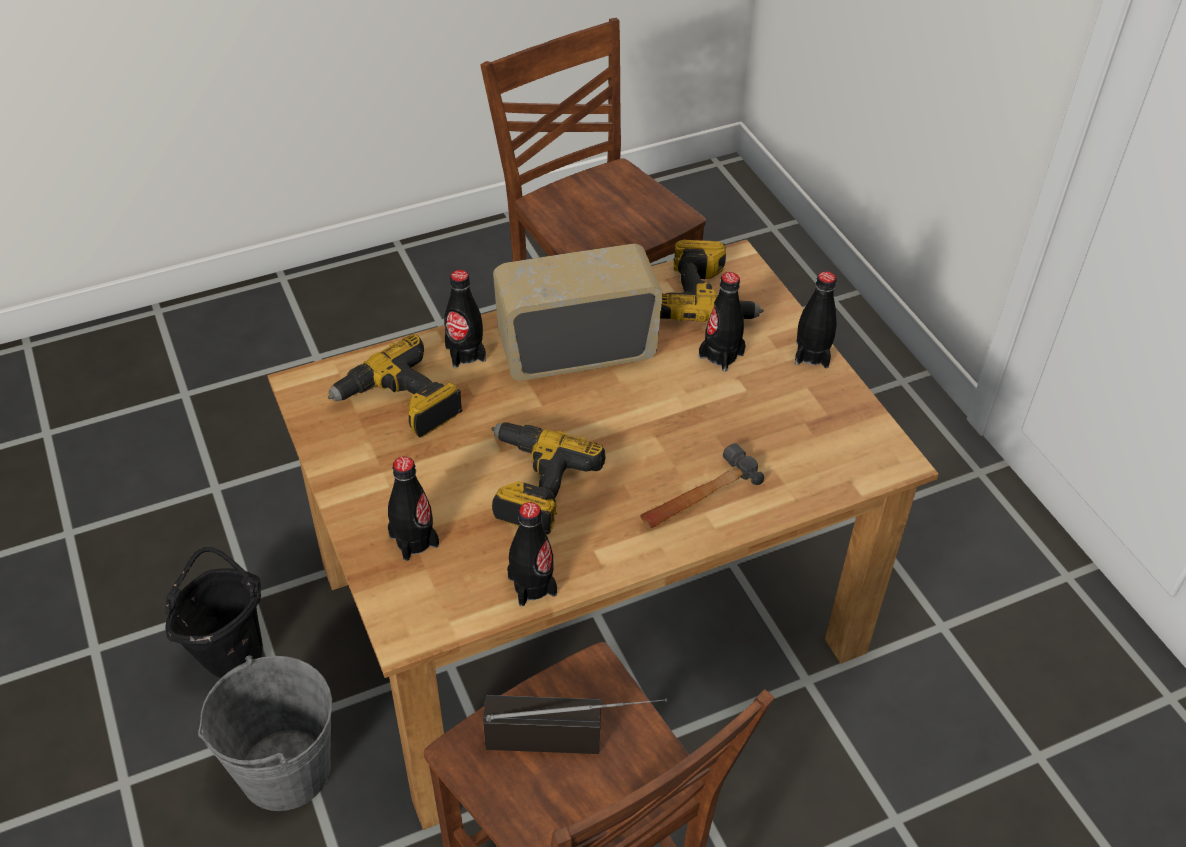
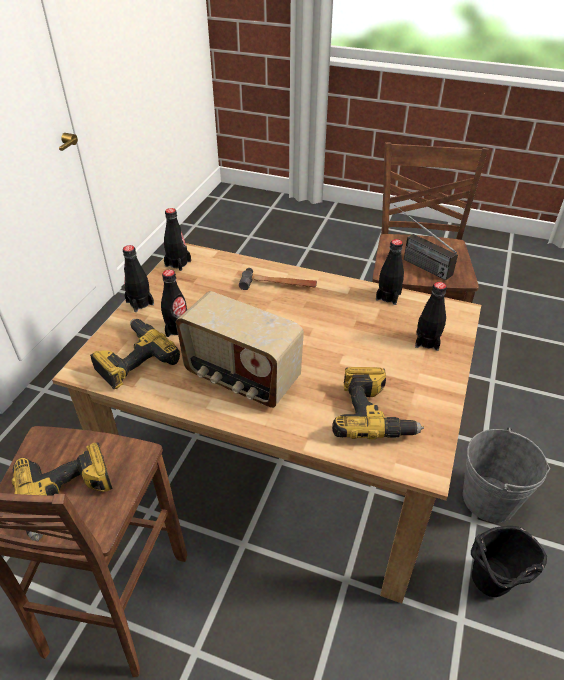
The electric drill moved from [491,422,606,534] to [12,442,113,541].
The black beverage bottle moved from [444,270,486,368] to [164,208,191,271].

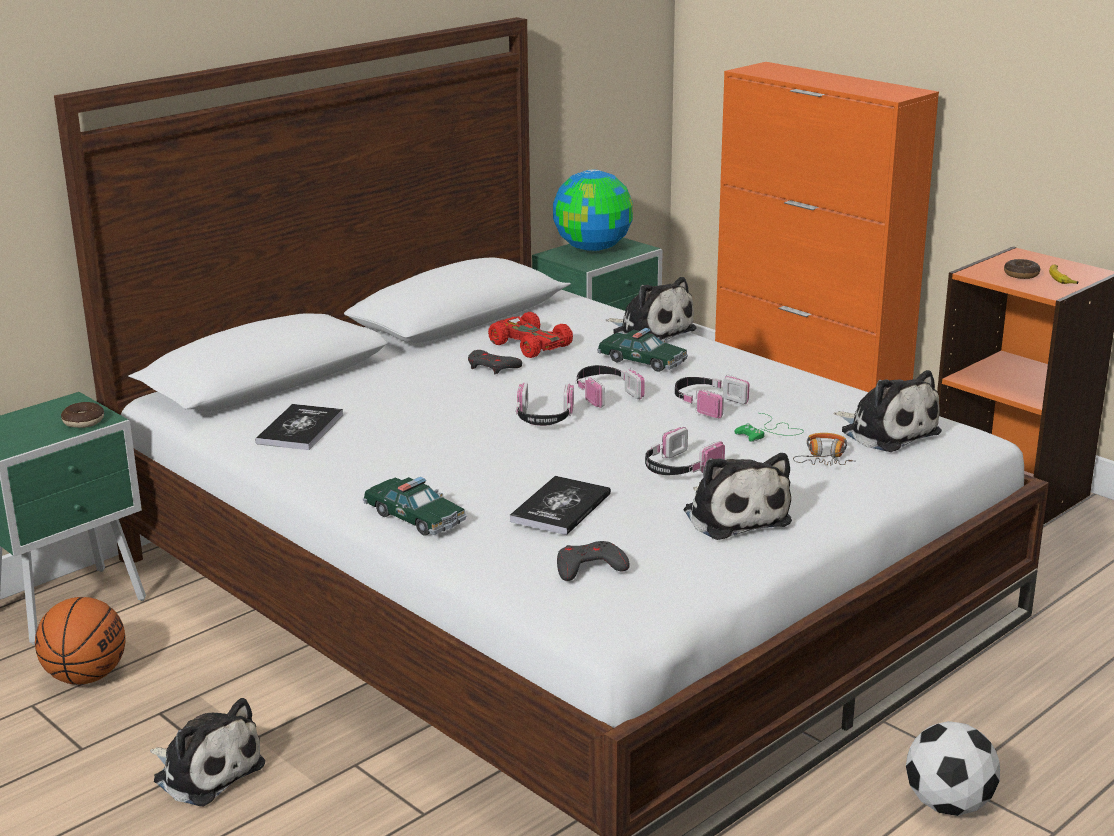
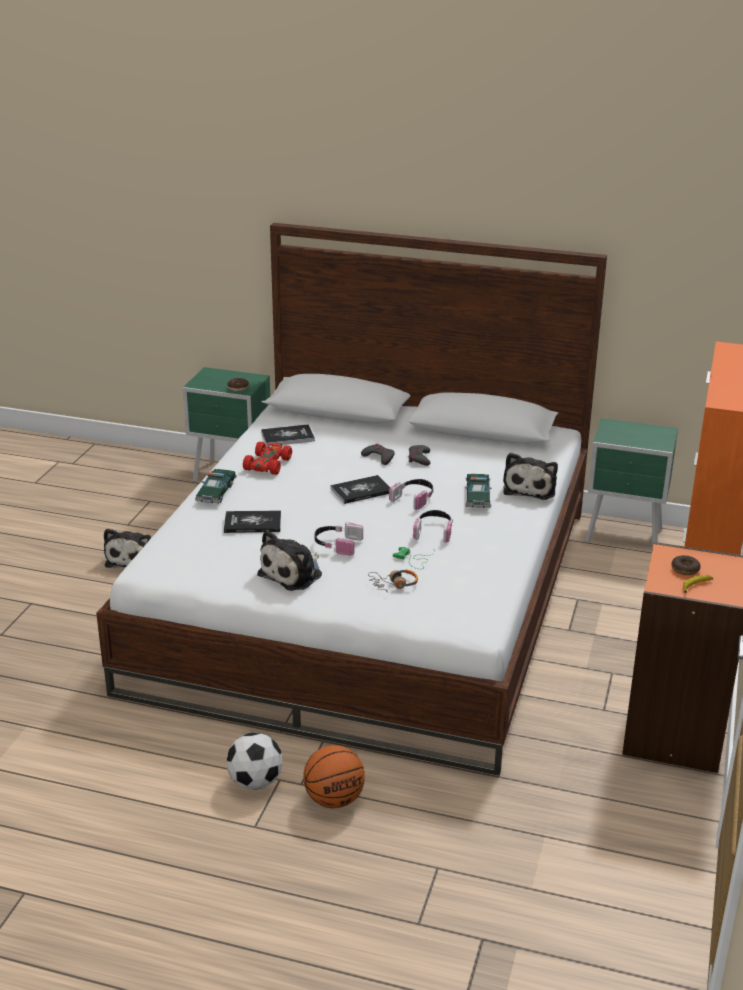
The red miniature car moved from [488,312,573,358] to [242,442,292,475].
The basketball moved from [35,597,126,684] to [303,745,365,808].
The headset at [516,383,574,426] was replaced by the bound book at [330,475,391,504].
The greyish game controller moved from [557,541,630,581] to [361,444,395,465].
The desk globe at [553,170,633,251] disappeared.
The plush toy at [834,370,942,452] disappeared.

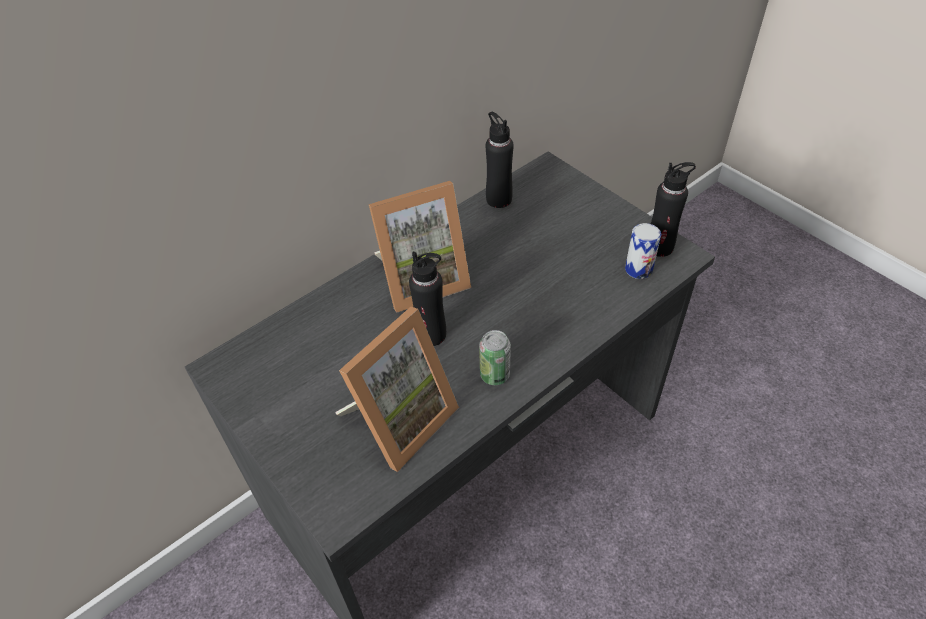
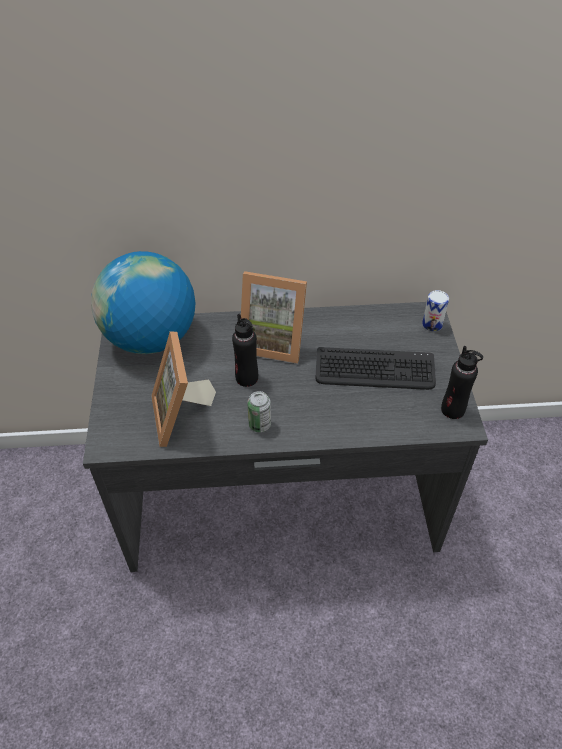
The desk globe at [91,251,196,354] appeared.
The photo frame at [335,307,459,472] turned 90 degrees clockwise.
The PC keyboard at [315,347,436,390] appeared.
The sealed can moved from [625,223,661,279] to [422,290,449,332].
The black beverage bottle at [486,112,514,208] disappeared.

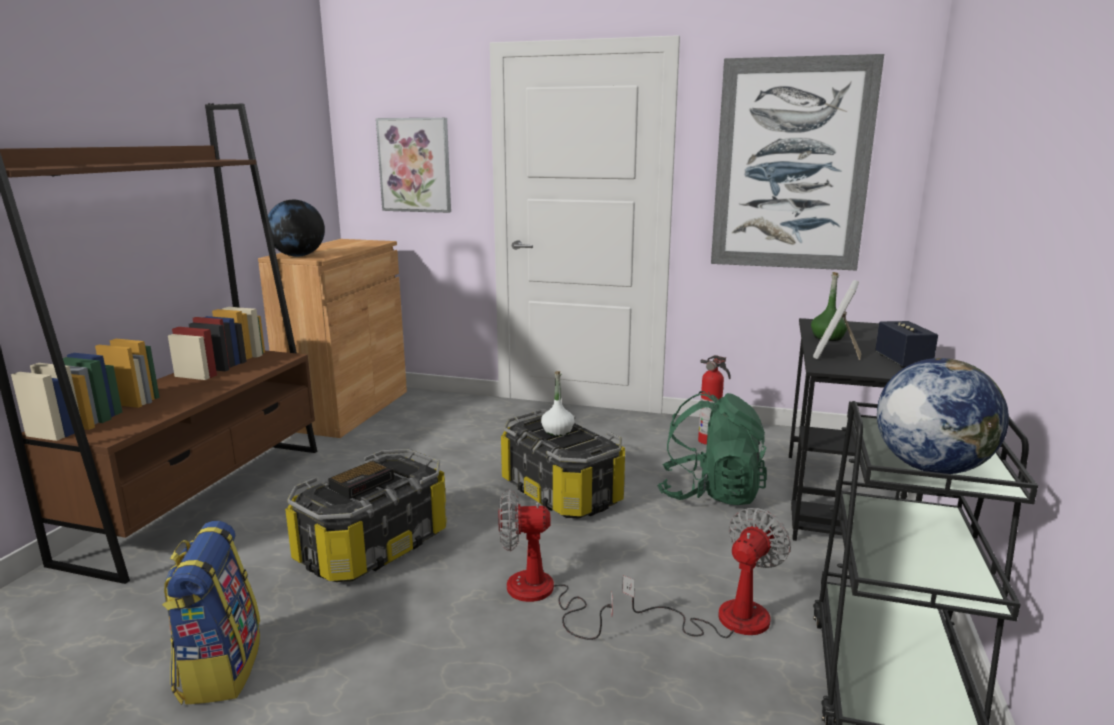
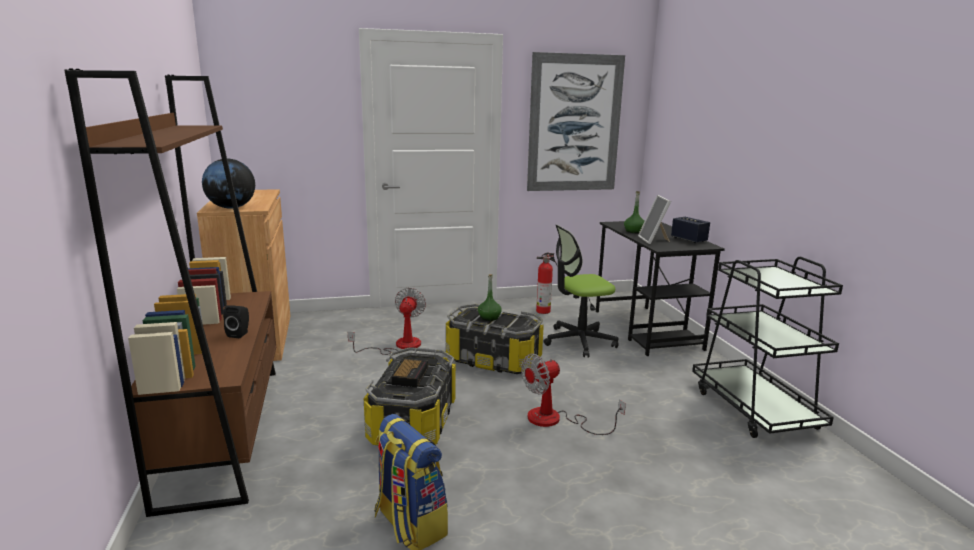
The black speaker at [223,305,249,338] appeared.
The electric fan moved from [622,508,791,638] to [348,287,426,355].
The white beverage bottle at [541,371,574,436] became the green-coloured beverage bottle at [478,274,502,321].
The green-coloured backpack at [657,391,767,505] was replaced by the desk chair at [543,225,619,357].
The wall picture at [376,118,451,213] disappeared.
The desk globe at [877,358,1009,474] disappeared.

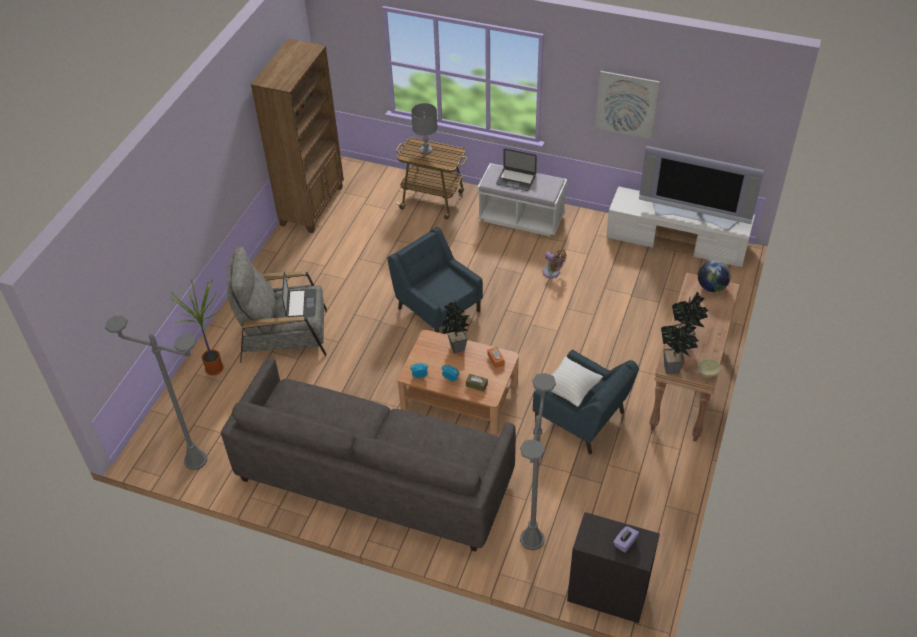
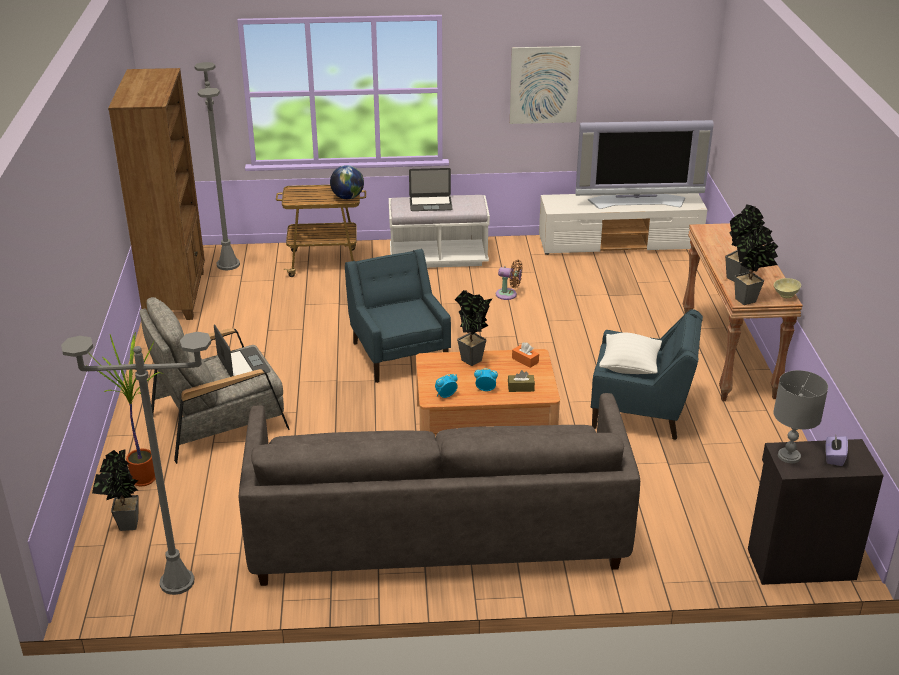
The plant in a pot at [92,449,139,531] appeared.
The greyish standing lamp moved from [520,373,556,550] to [194,62,240,270].
The desk globe moved from [698,260,731,292] to [330,165,364,199].
The blue-coloured easy chair at [387,227,483,333] turned 45 degrees clockwise.
The greyish table lamp moved from [411,103,438,154] to [773,370,828,463].

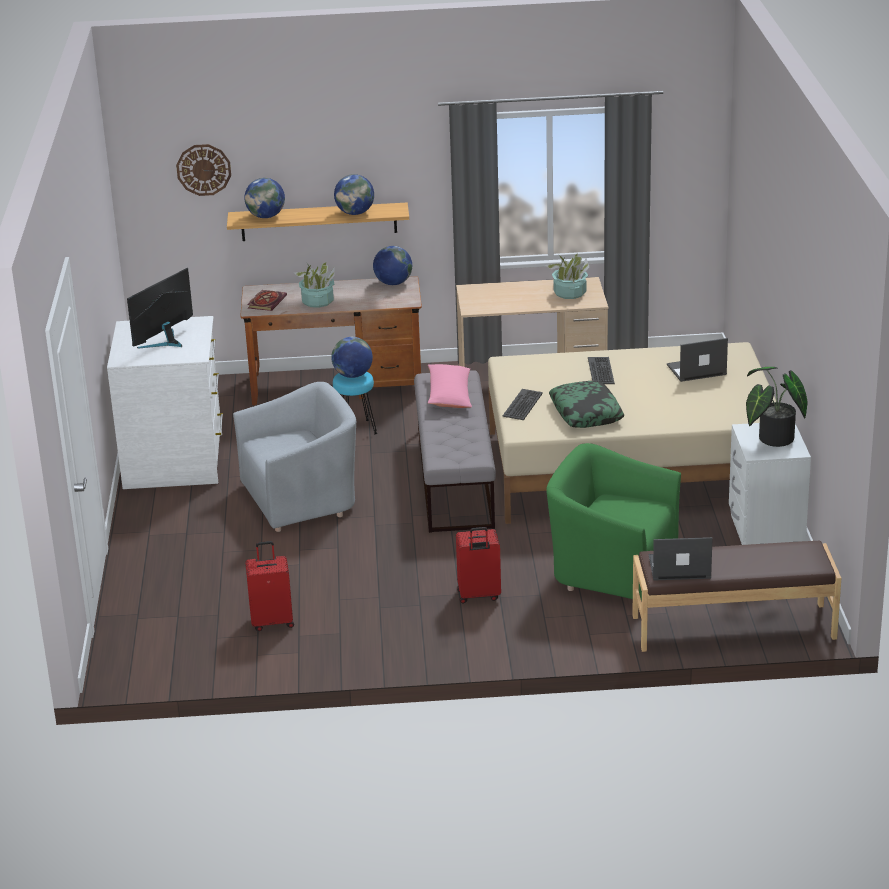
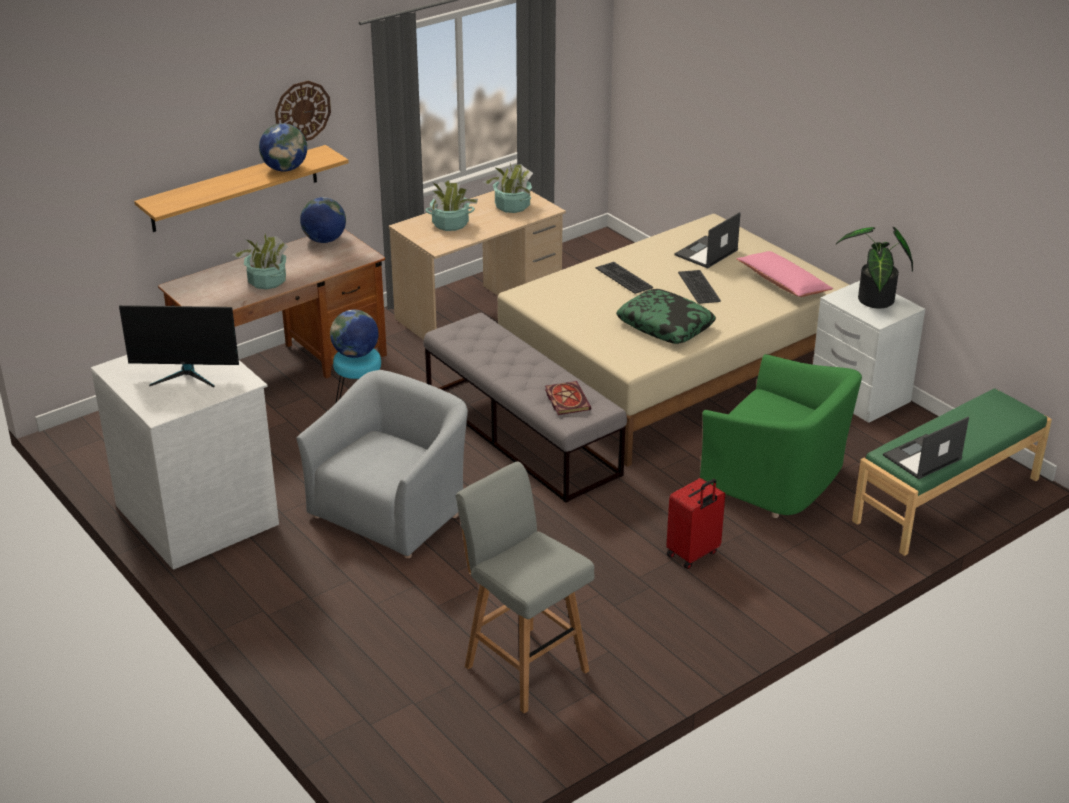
The computer display at [127,268,193,349] turned 90 degrees counterclockwise.
The wall clock moved from [176,144,231,196] to [275,81,331,141].
The plant in a pot at [425,180,478,231] appeared.
The red suitcase at [245,541,294,631] was replaced by the greyish sitting stool at [456,462,594,713].
The bound book moved from [248,290,287,311] to [545,381,591,415].
The PC keyboard moved from [503,389,543,420] to [678,270,721,304].
The green-coloured easy chair at [546,443,681,601] turned 135 degrees counterclockwise.
The pink-coloured throw pillow moved from [428,364,472,408] to [736,251,833,297].
The brown bench at [632,541,841,652] became the green-coloured bench at [852,389,1052,556].
The desk globe at [244,178,285,218] disappeared.

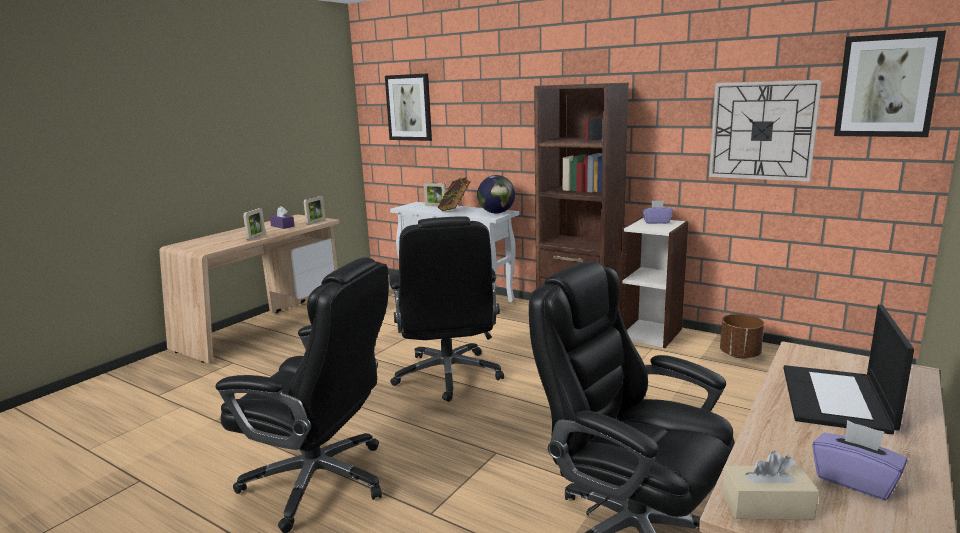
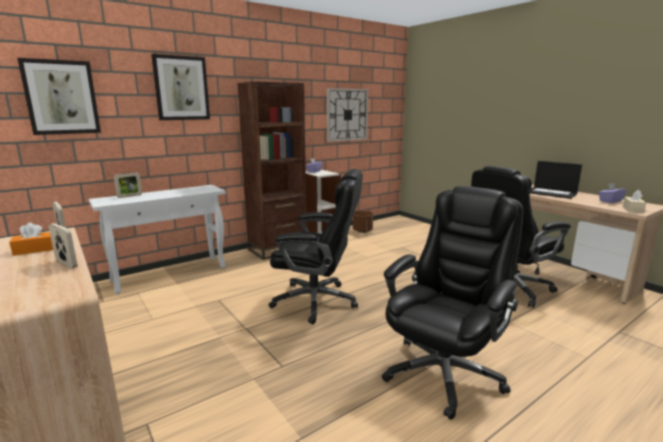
The purple-coloured tissue box at [270,206,295,229] became the orange tissue box at [9,223,53,256].
The wall picture moved from [834,31,946,137] to [151,54,210,120].
The bound book at [438,177,471,211] disappeared.
The desk globe at [477,175,515,213] disappeared.

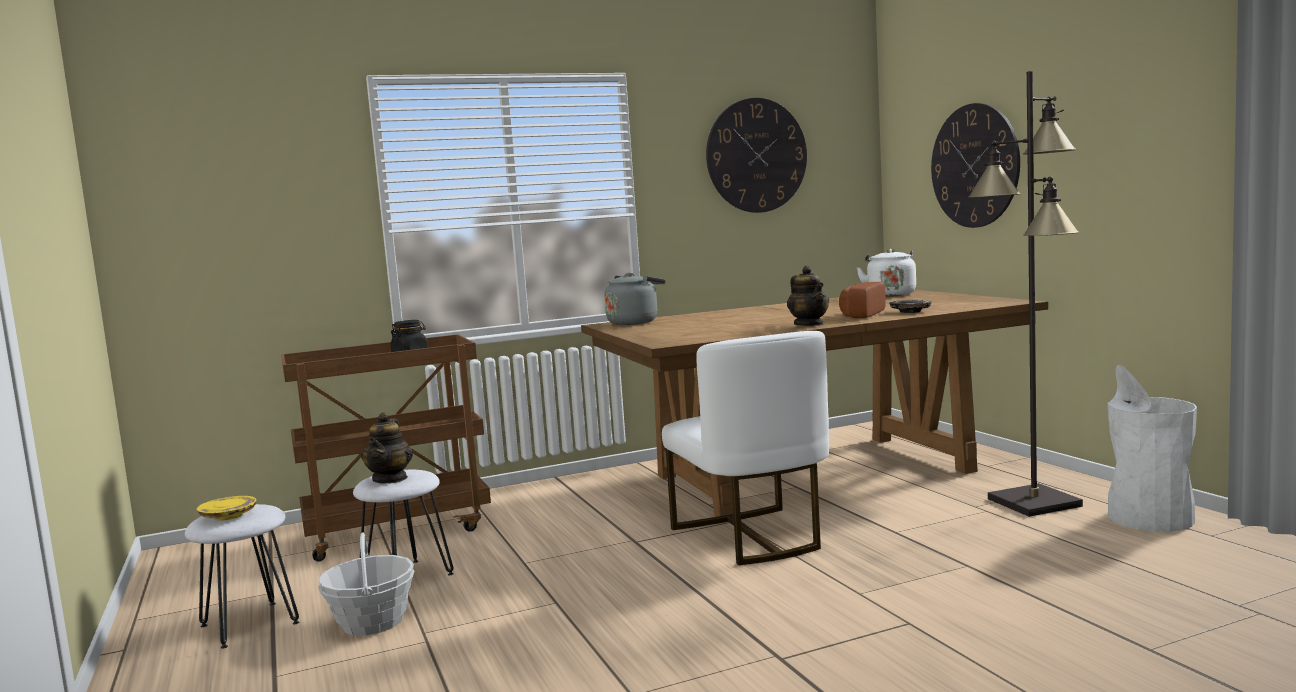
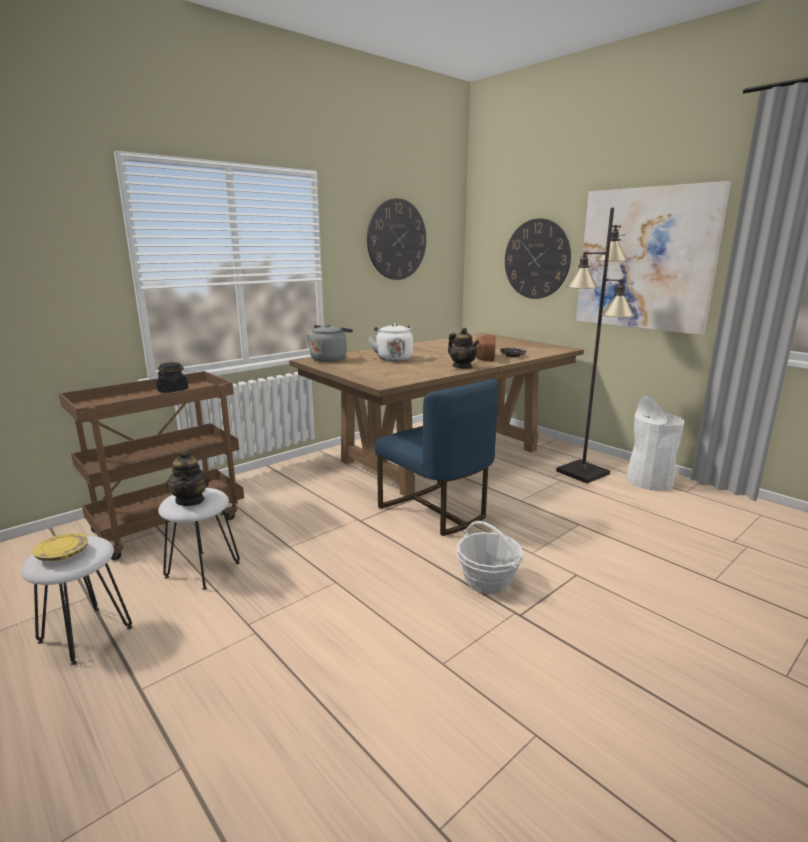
The white tea kettle moved from [857,249,916,297] to [368,323,413,361].
The white upright chair at [662,331,829,565] became the blue-coloured upright chair at [375,379,498,536].
The household basket moved from [318,532,414,635] to [456,521,523,594].
The wall picture at [576,181,731,335] appeared.

